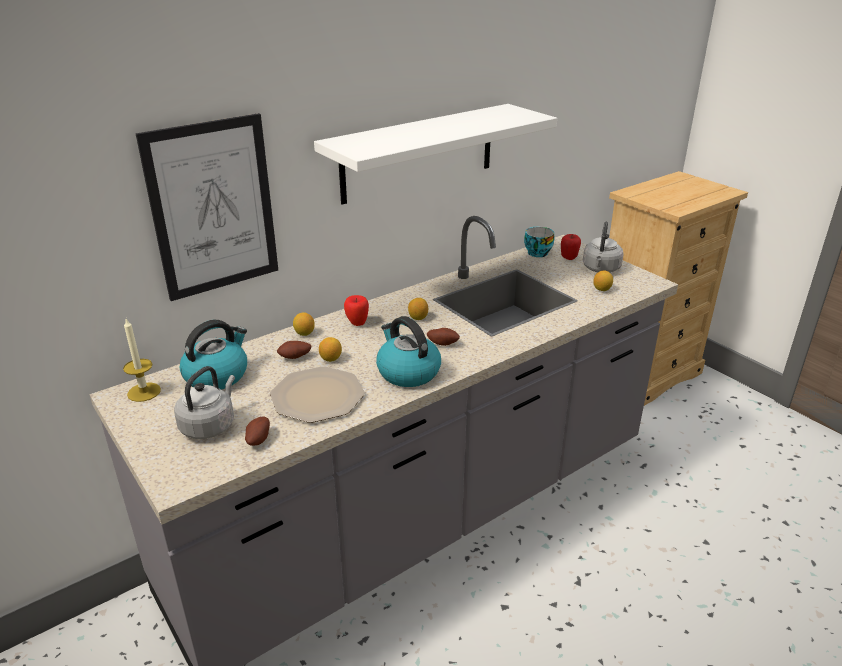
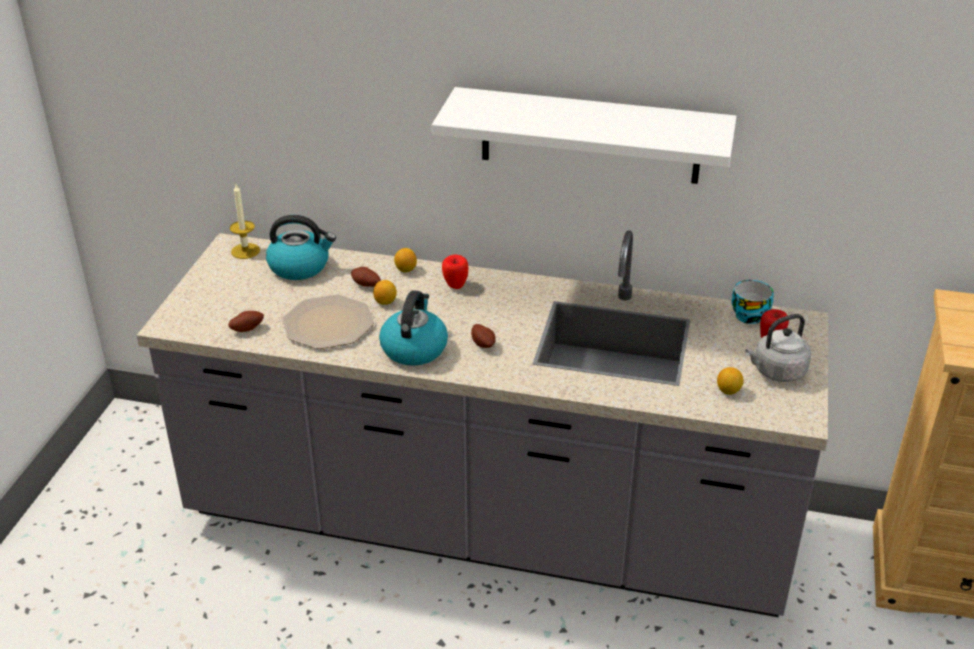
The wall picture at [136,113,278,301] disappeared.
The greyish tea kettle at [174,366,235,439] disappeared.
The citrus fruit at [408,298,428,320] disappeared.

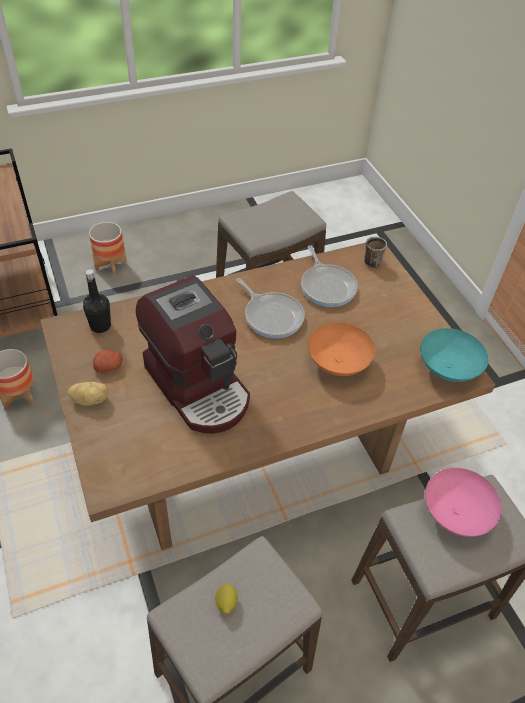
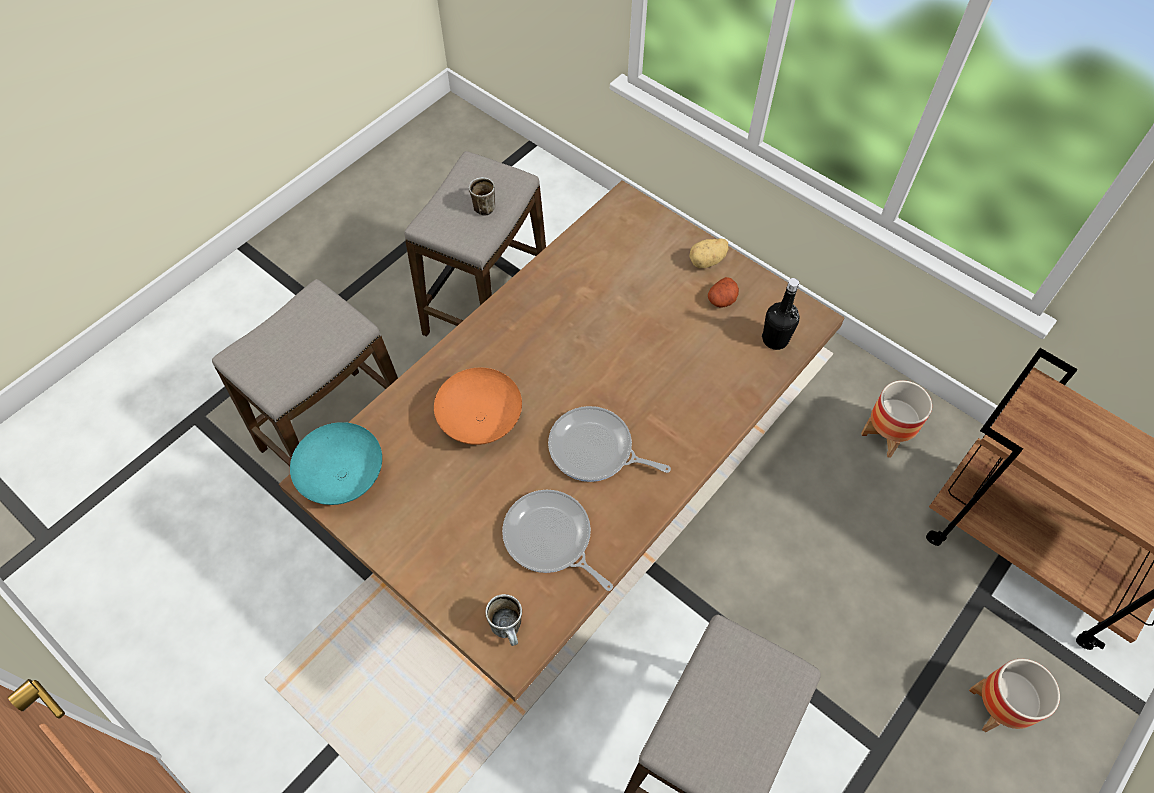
The citrus fruit at [215,583,237,615] was replaced by the mug at [469,177,496,216].
The coffee machine at [136,275,250,434] disappeared.
The pink-coloured bowl at [425,468,502,537] disappeared.

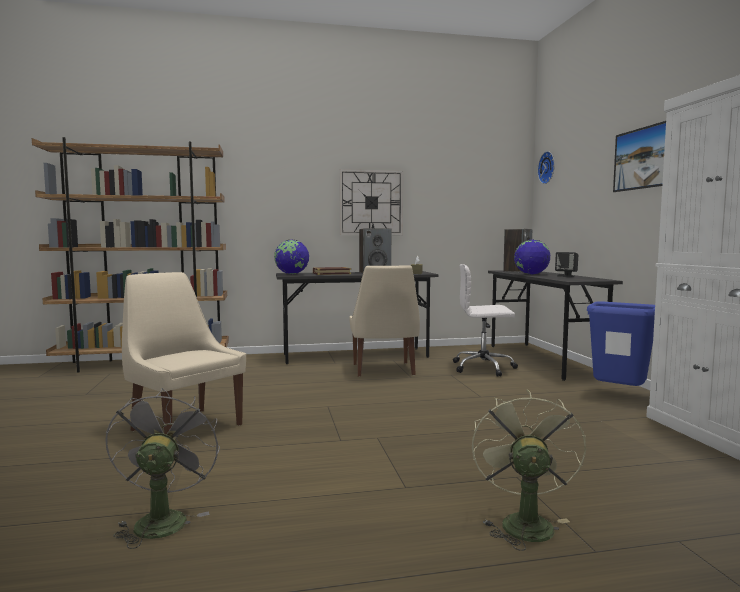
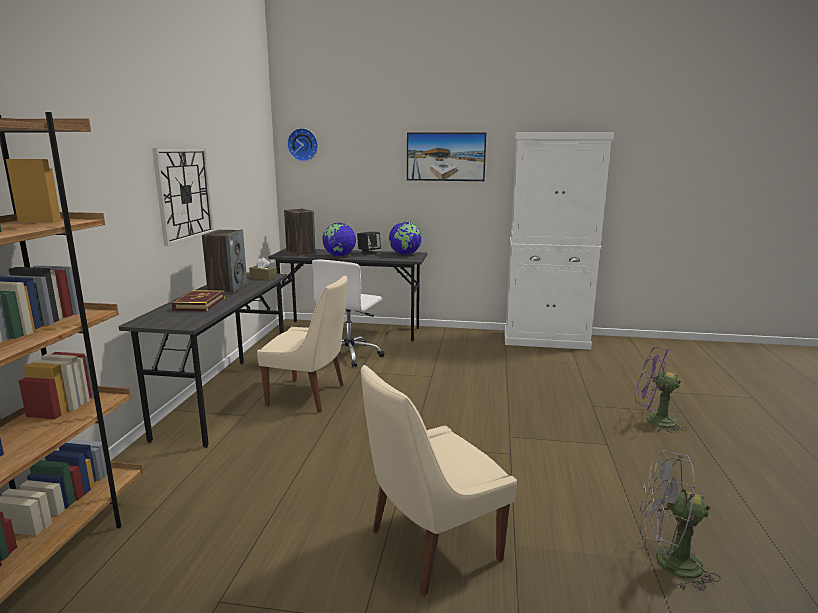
The desk globe moved from [274,240,309,274] to [389,222,422,255].
The green-coloured electric fan at [472,389,586,551] became the purple-coloured electric fan at [635,347,686,433].
The blue-coloured rubbish bin at [587,301,655,386] disappeared.

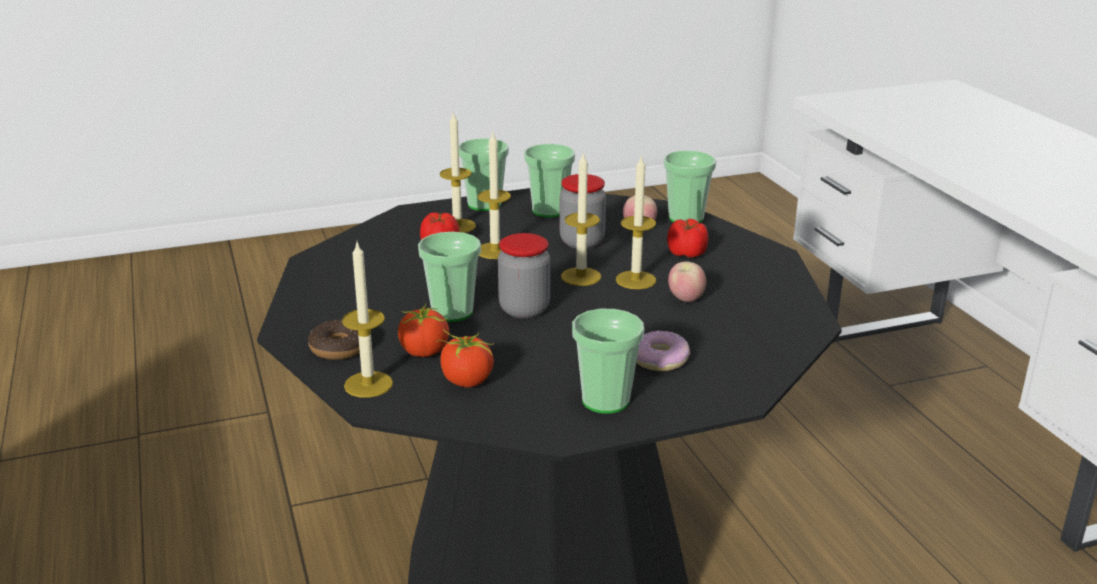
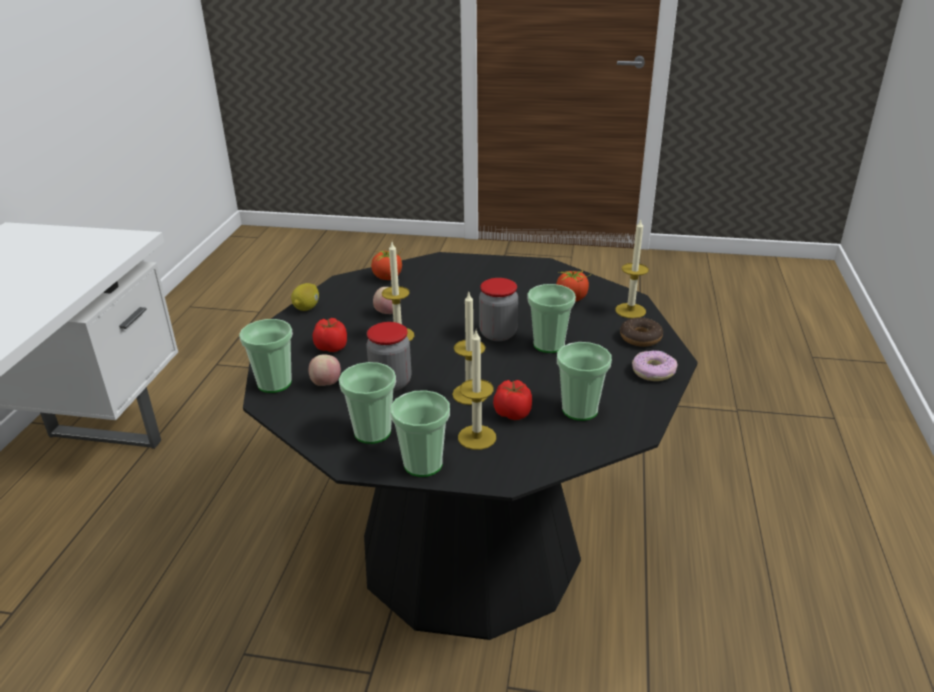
The citrus fruit at [291,283,319,311] appeared.
The tomato moved from [398,303,449,357] to [371,246,403,280].
The drinking cup moved from [572,309,644,414] to [557,342,612,421].
The ring doughnut moved from [636,331,691,371] to [632,350,677,381].
The wax candle at [561,152,601,286] disappeared.

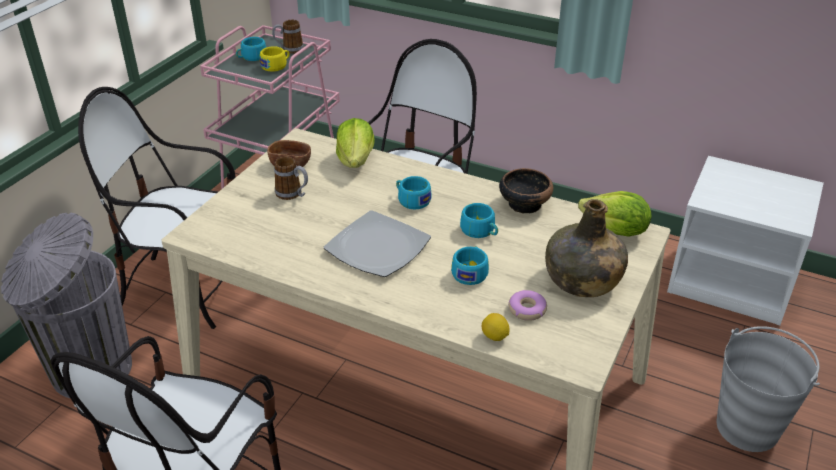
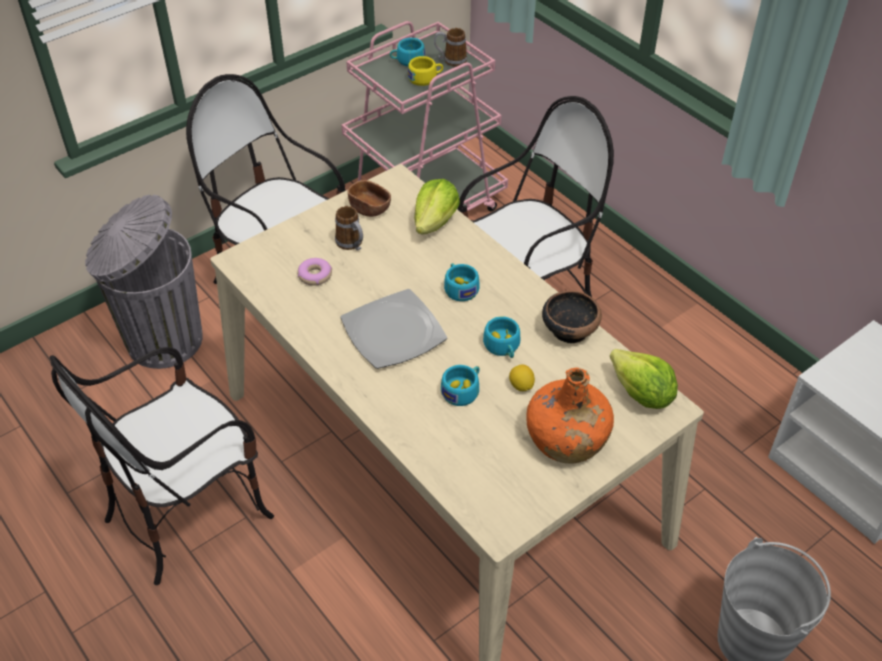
The ring doughnut moved from [508,290,547,321] to [297,258,332,286].
The citrus fruit moved from [482,313,509,341] to [509,364,535,391].
The green-coloured beverage bottle at [545,199,628,297] became the orange beverage bottle at [526,368,614,463].

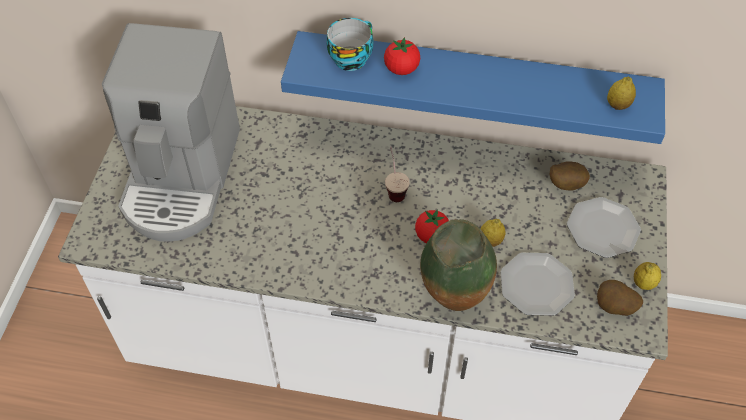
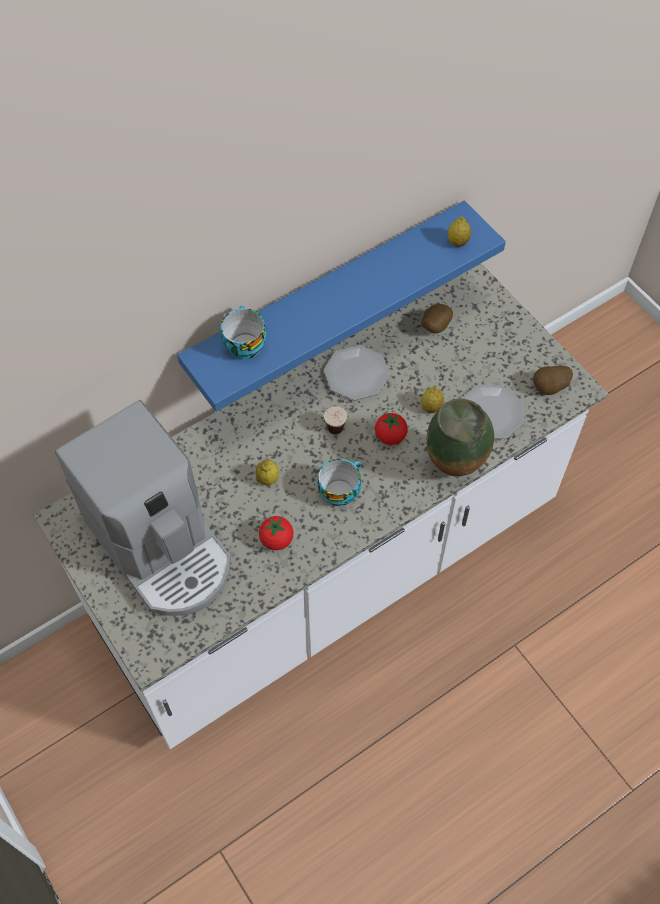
The citrus fruit moved from [634,262,661,290] to [256,460,279,485].
The tomato moved from [384,37,420,75] to [259,516,294,550].
The drinking cup at [317,459,361,506] appeared.
The dinner plate moved from [567,197,641,258] to [324,345,390,400].

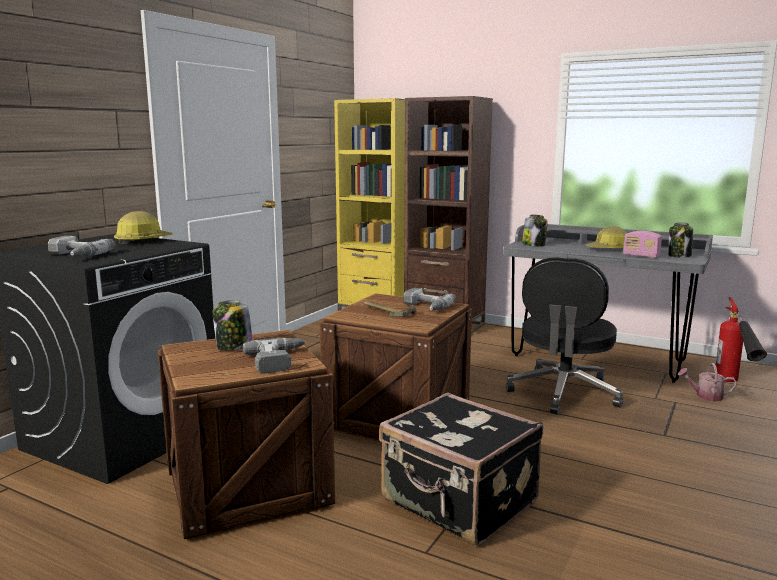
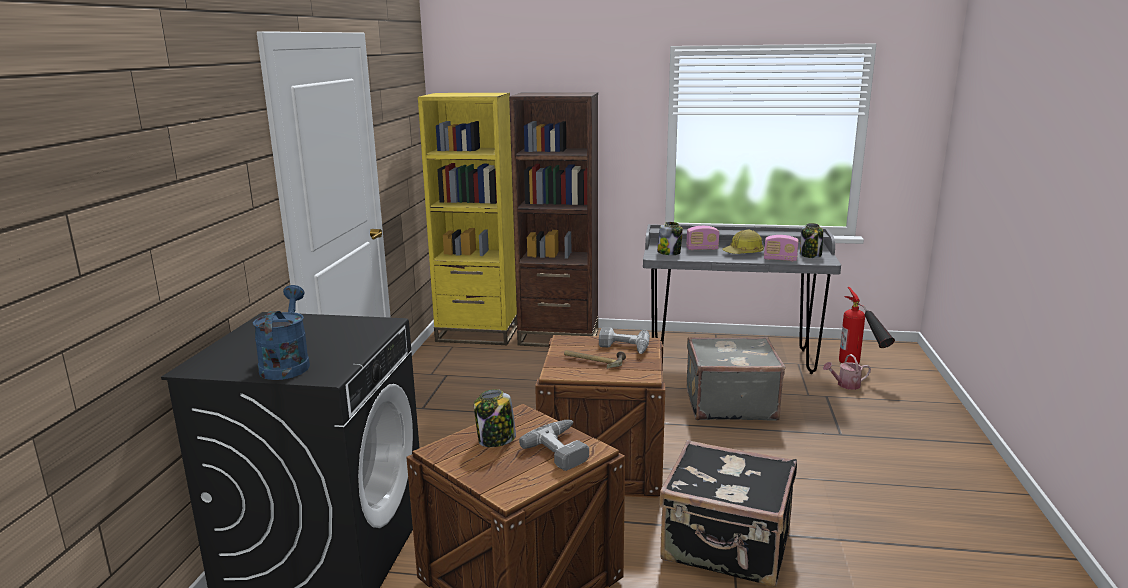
The electric drill at [48,236,115,257] was replaced by the blue-coloured sprinkling can at [253,285,310,380].
The radio receiver at [686,226,719,250] appeared.
The black desk chair at [506,257,623,415] was replaced by the greyish suitcase at [687,337,785,420].
The work helmet at [114,211,173,244] disappeared.

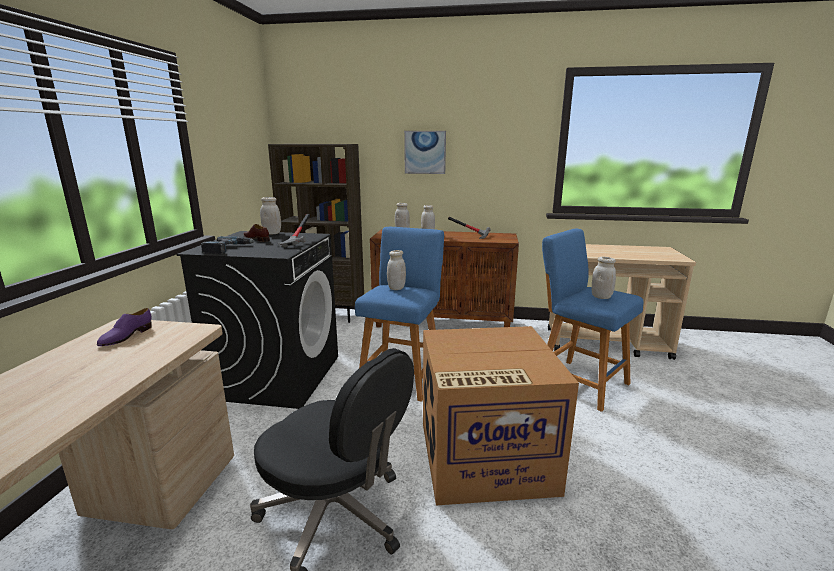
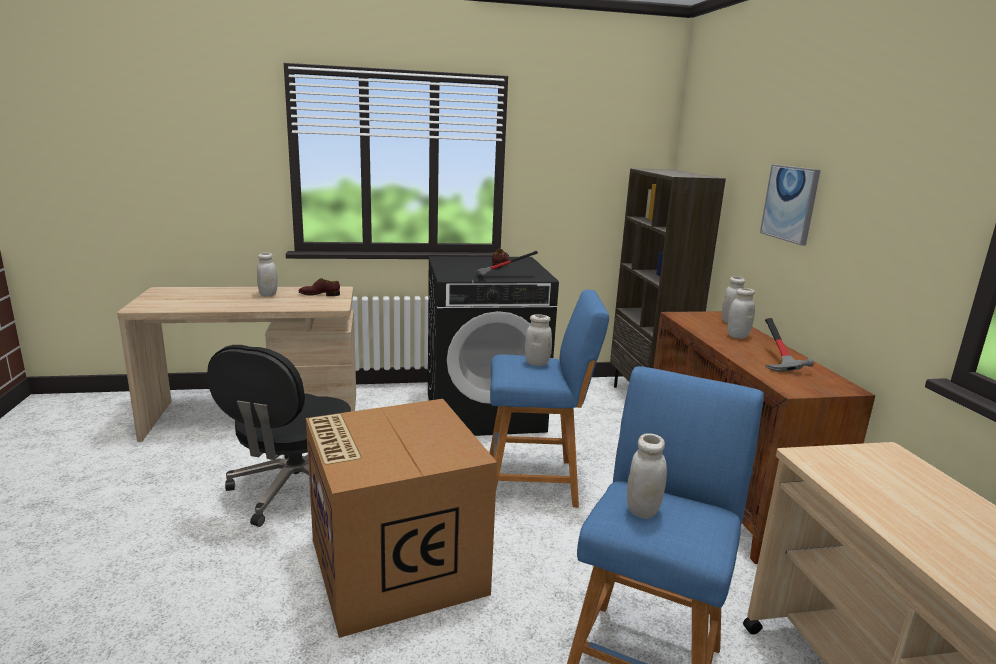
The white preserve jar moved from [260,197,281,235] to [257,253,278,297].
The purple-coloured item of footwear at [97,308,152,346] became the brown item of footwear at [299,278,340,296].
The electric drill at [201,236,254,254] disappeared.

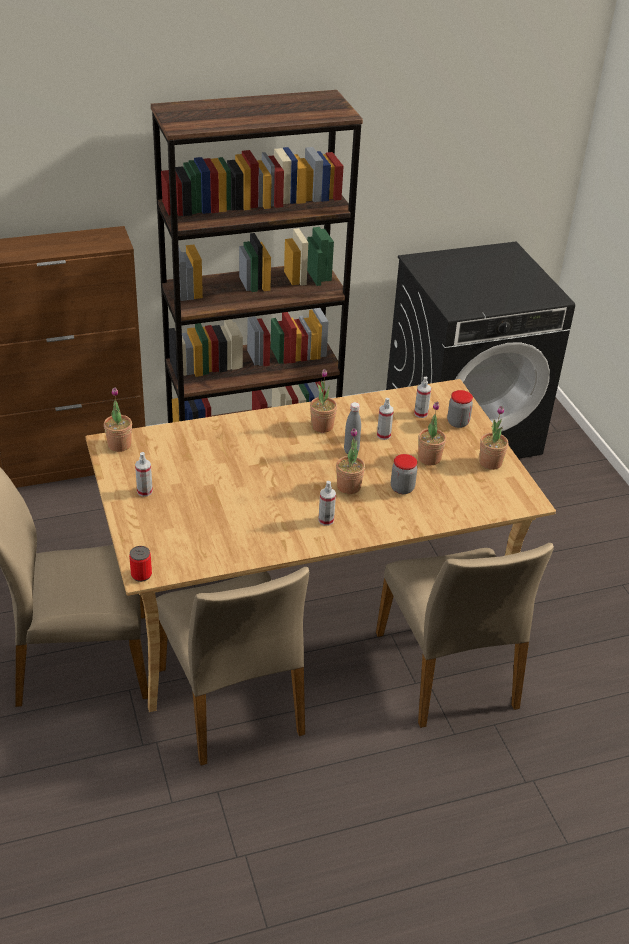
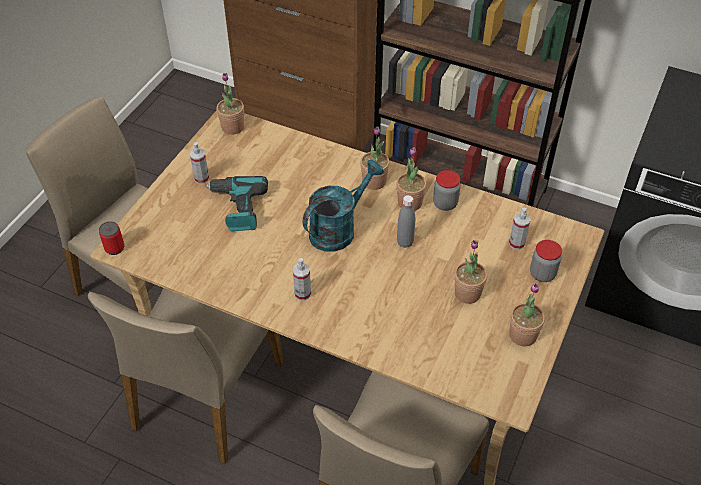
The electric drill at [204,176,268,231] appeared.
The blue-green sprinkling can at [303,160,384,252] appeared.
The plant in a pot moved from [336,428,365,494] to [360,126,390,190].
The preserve jar moved from [391,454,417,494] to [433,170,461,211].
The spray bottle at [377,398,394,440] disappeared.

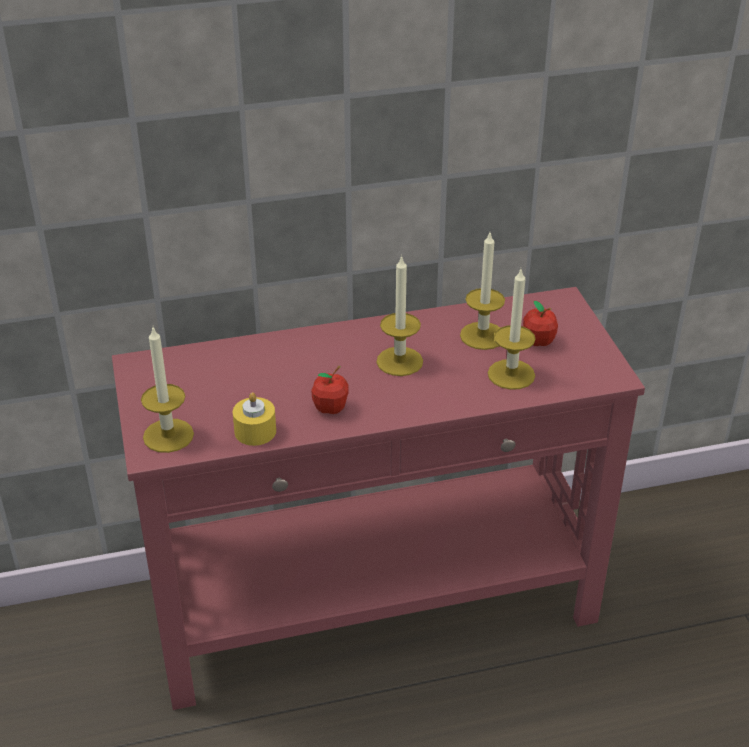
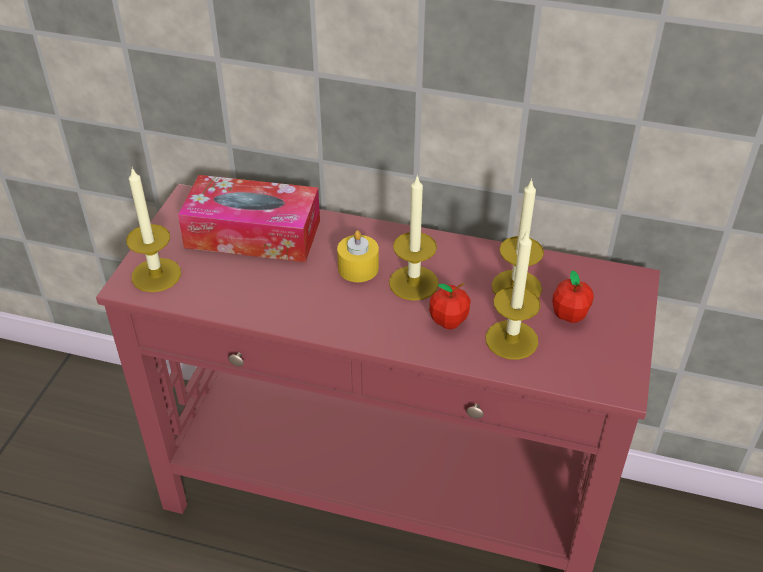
The tissue box at [178,175,320,262] appeared.
The yellow wax candle moved from [233,392,276,446] to [337,230,379,282].
The apple fruit moved from [311,366,349,414] to [429,283,471,329].

